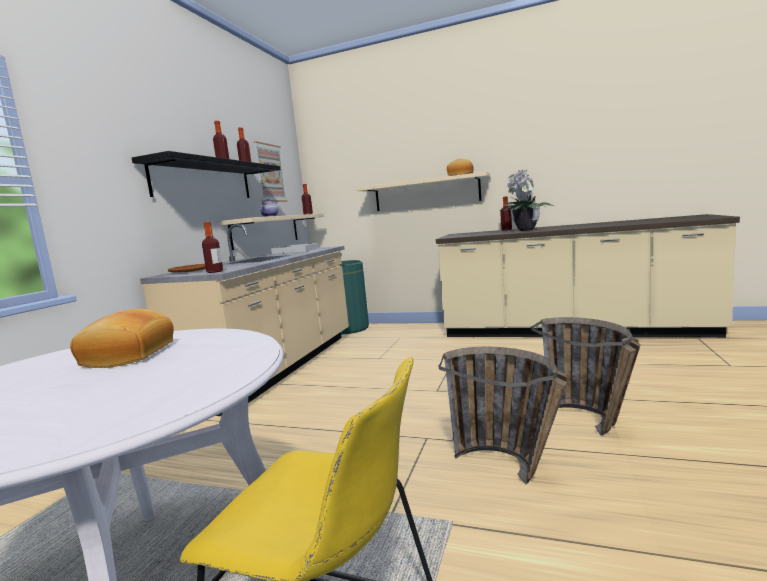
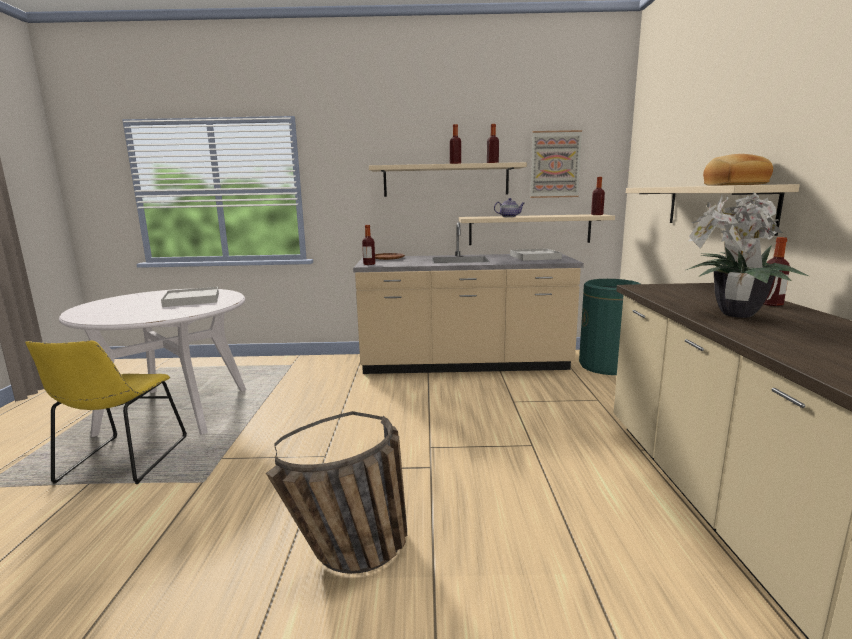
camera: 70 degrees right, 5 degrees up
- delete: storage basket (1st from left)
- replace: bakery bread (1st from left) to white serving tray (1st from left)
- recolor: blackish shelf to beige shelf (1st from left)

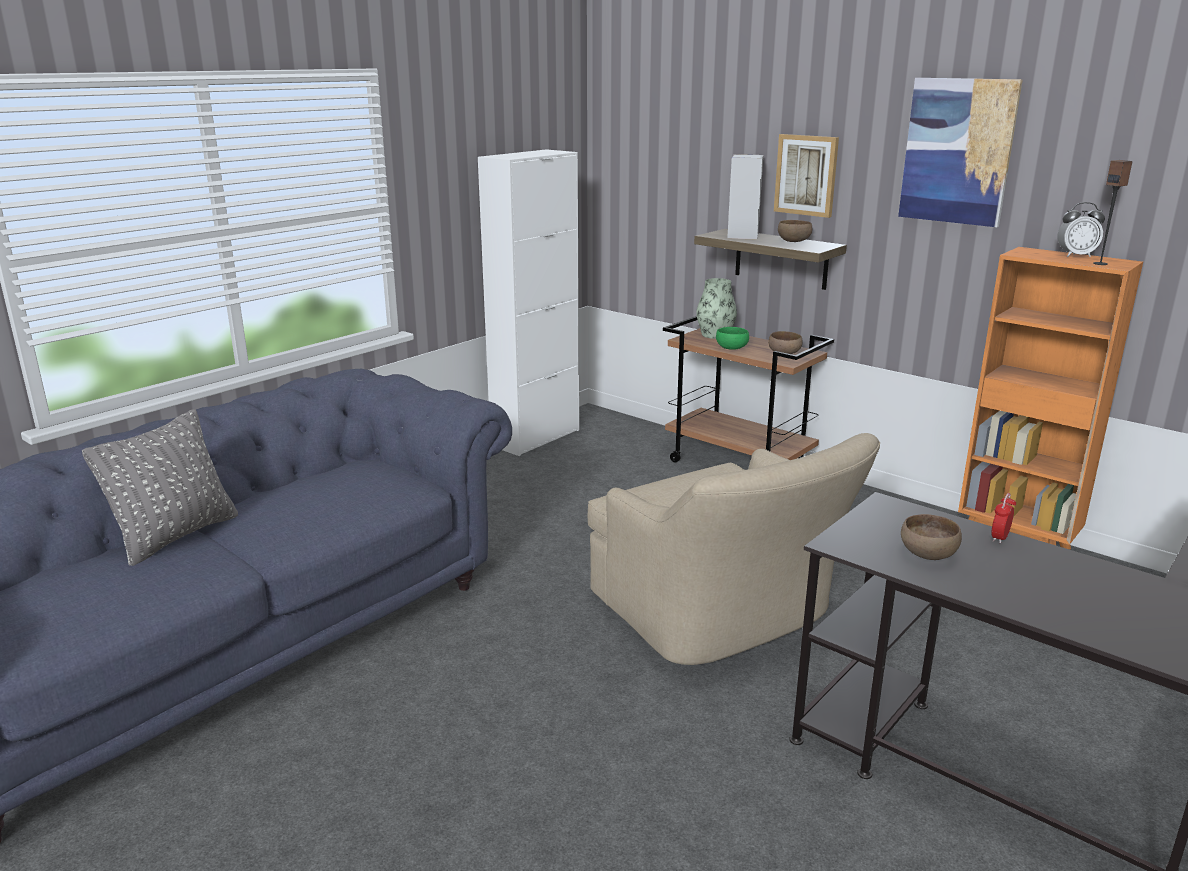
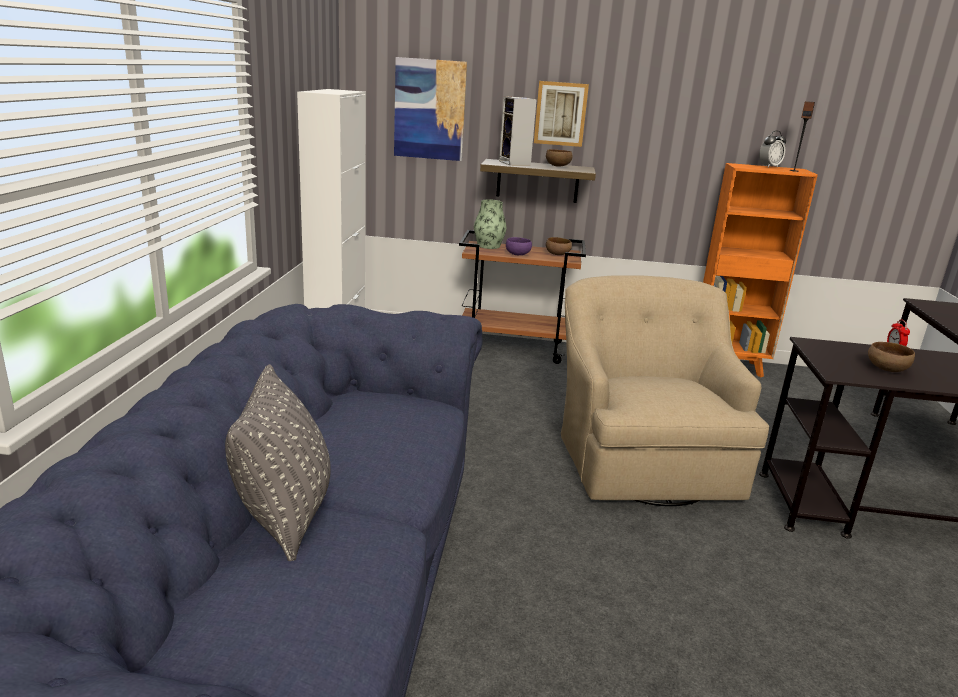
camera: 35 degrees left, 0 degrees up
- move: wall art (2nd from left in the first image) to wall art (1st from left)
- recolor: green-coloured bowl to purple-coloured bowl
- rotate: beige lounge chair 120 degrees counterclockwise

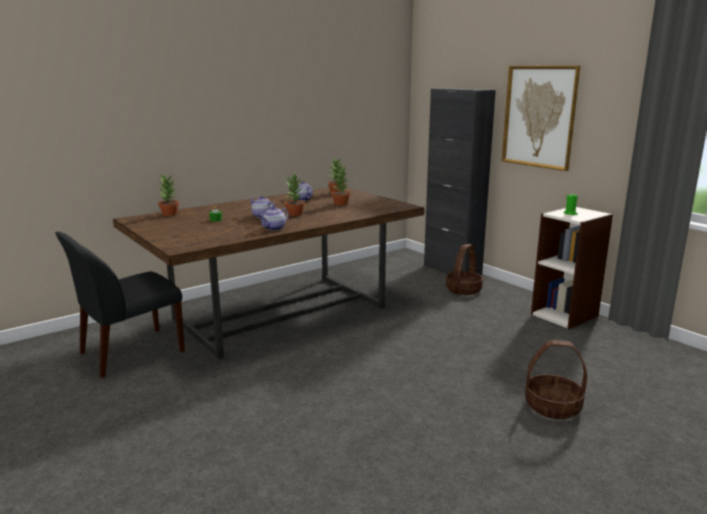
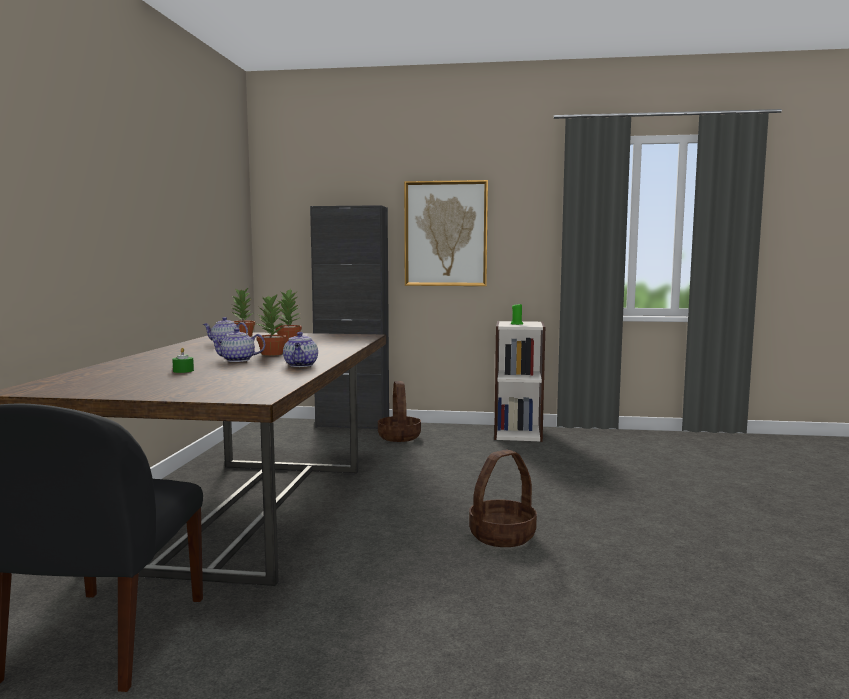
camera: 45 degrees left, 10 degrees down
- delete: houseplant (1st from left)
- move: storage basket (2nd from left)

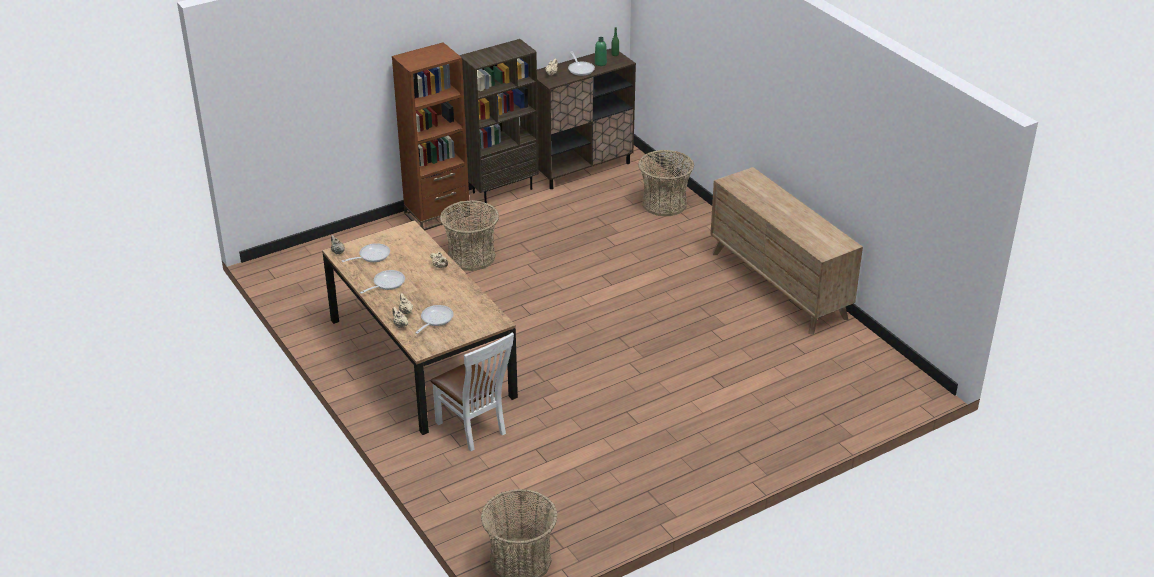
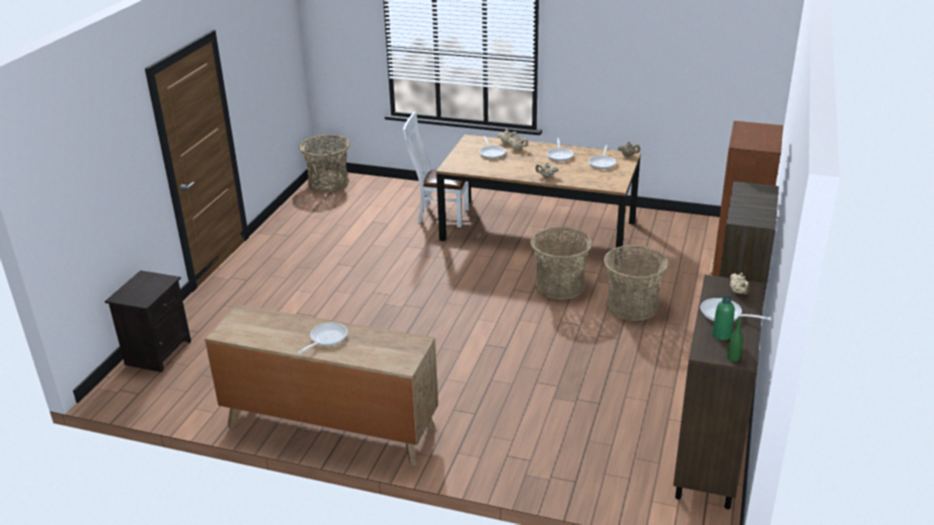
camera: 140 degrees right, 5 degrees down
- insert: blackish bedside table
- insert: pan (1st from left)
- move: storage basket (3rd from left in the first image) to storage basket (2nd from left)

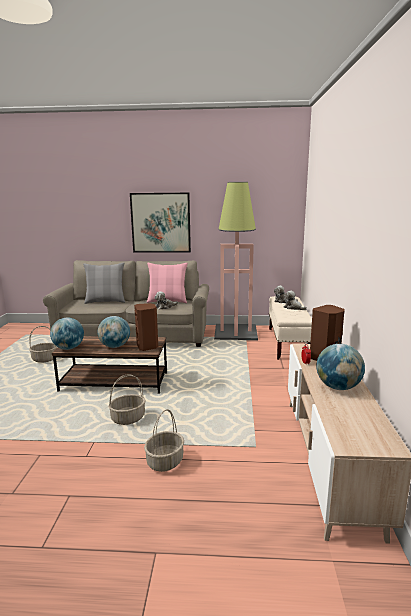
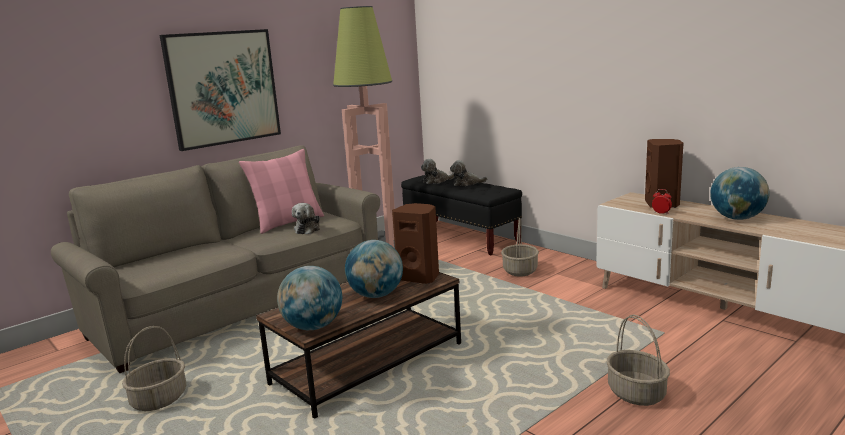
camera: 45 degrees left, 0 degrees up
- delete: greyish throw pillow
- move: storage basket (2nd from left)
- recolor: beige bench to blackish bench

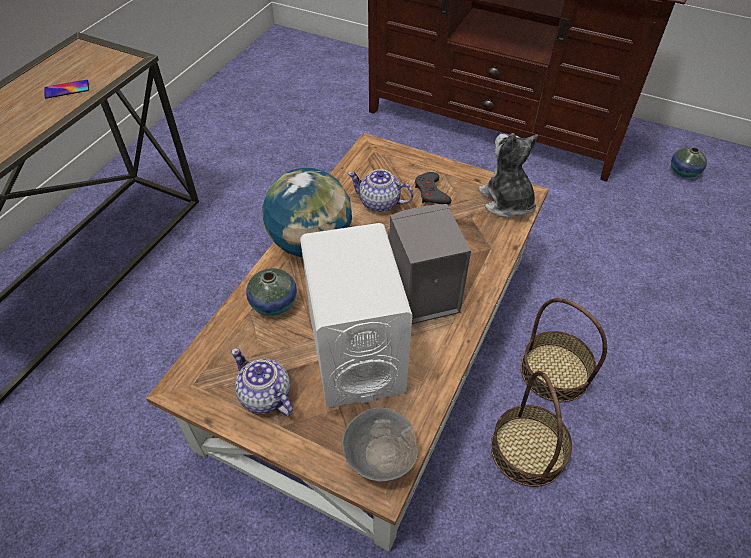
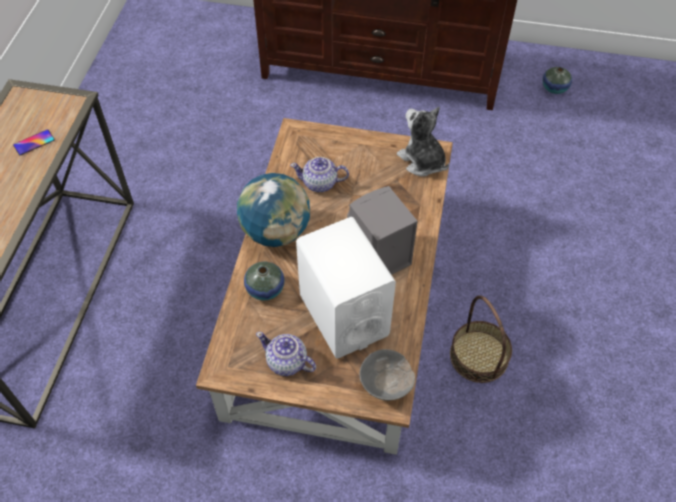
camera: 15 degrees left, 5 degrees up
- delete: greyish game controller
- delete: storage basket (2nd from left)

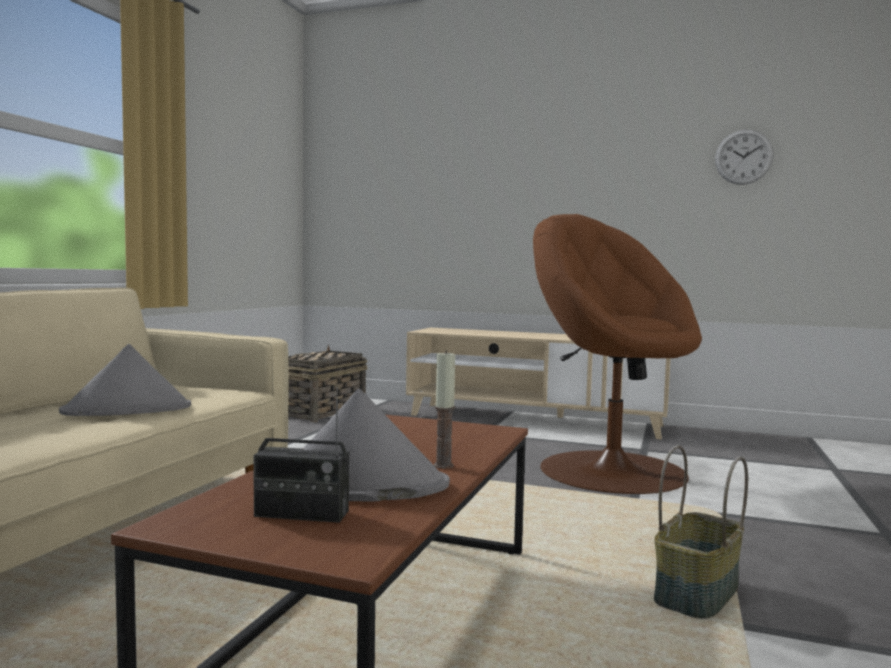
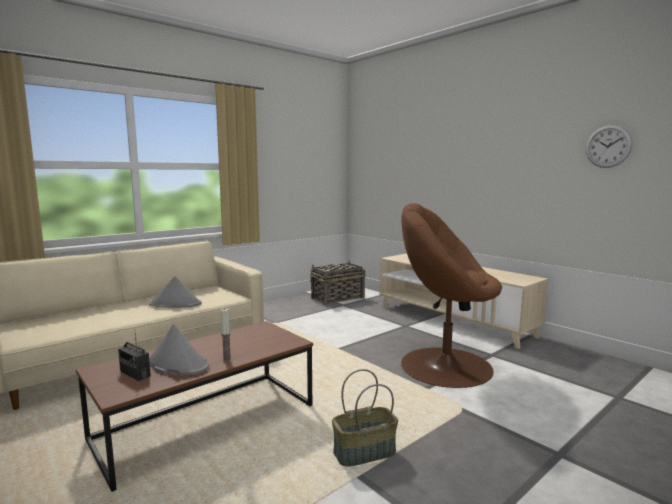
camera: 30 degrees right, 5 degrees up
- rotate: brown-coloured lounge chair 60 degrees counterclockwise

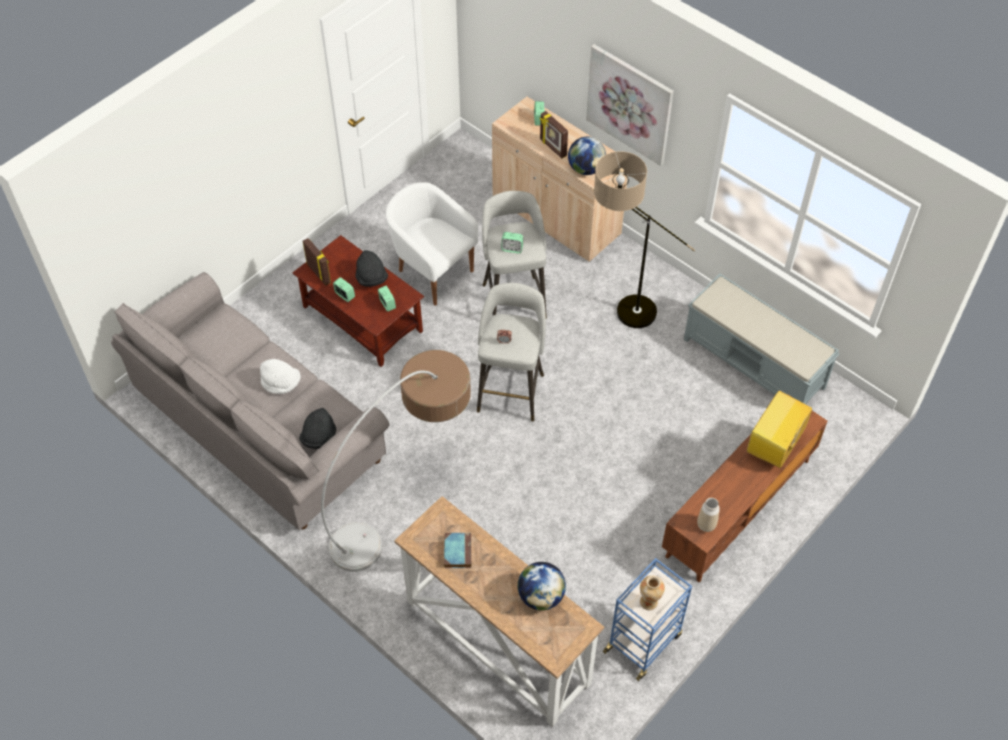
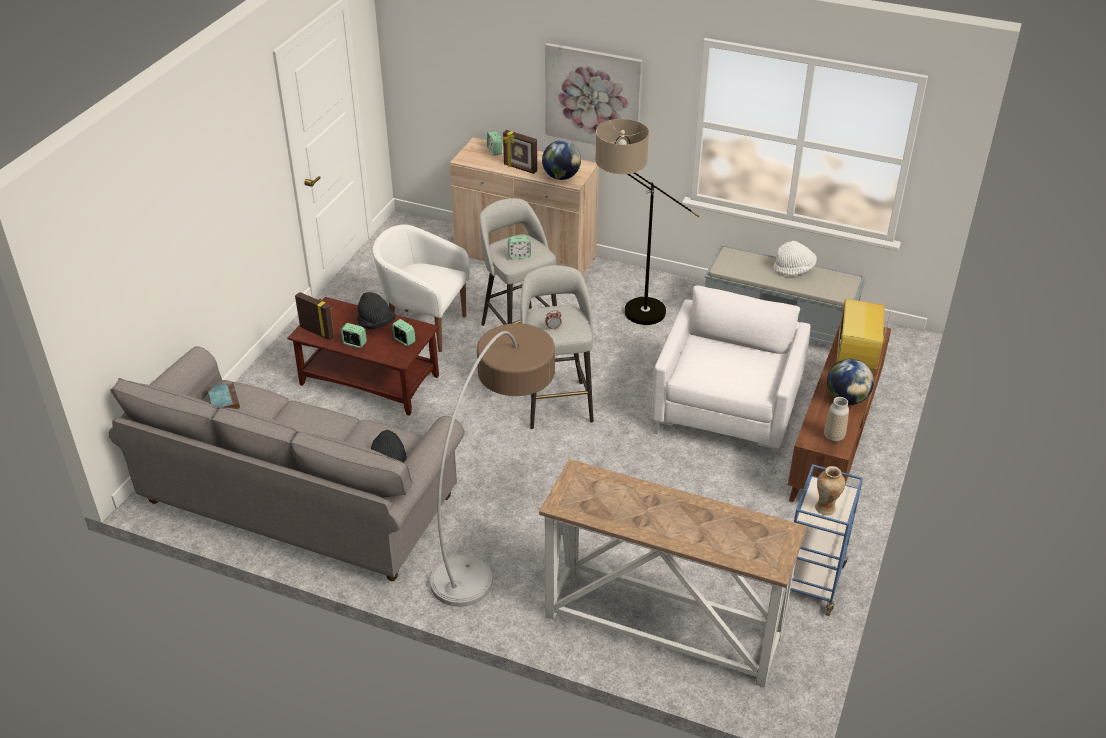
camera: 20 degrees left, 15 degrees down
- insert: white lounge chair (2nd from left)
- move: white hat
- move: bound book
- move: world globe (1st from left in the first image) to world globe (2nd from left)

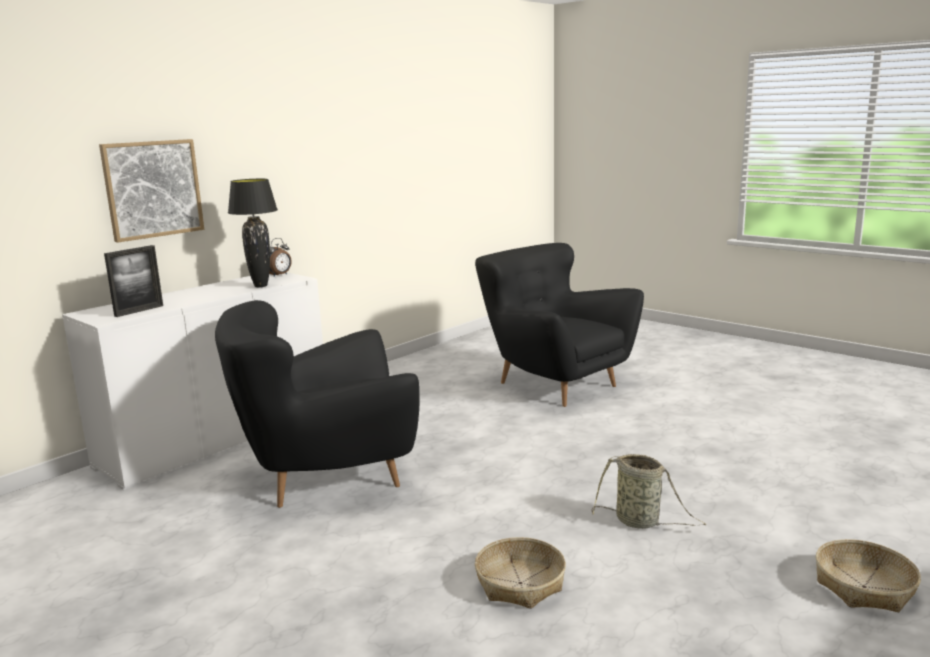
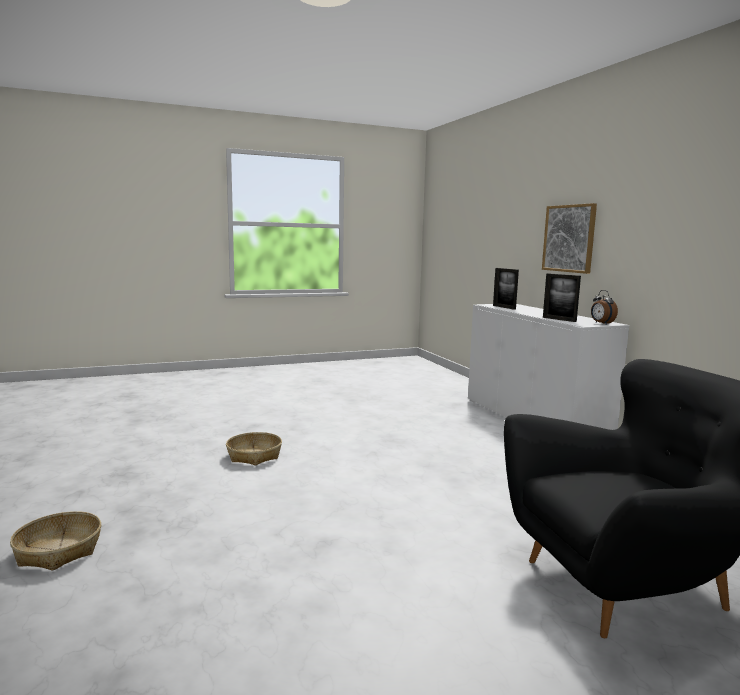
camera: 115 degrees right, 5 degrees down
- delete: blackish lounge chair (1st from left)
- delete: storage basket (2nd from left)
- replace: blackish table lamp to picture frame (2nd from left)

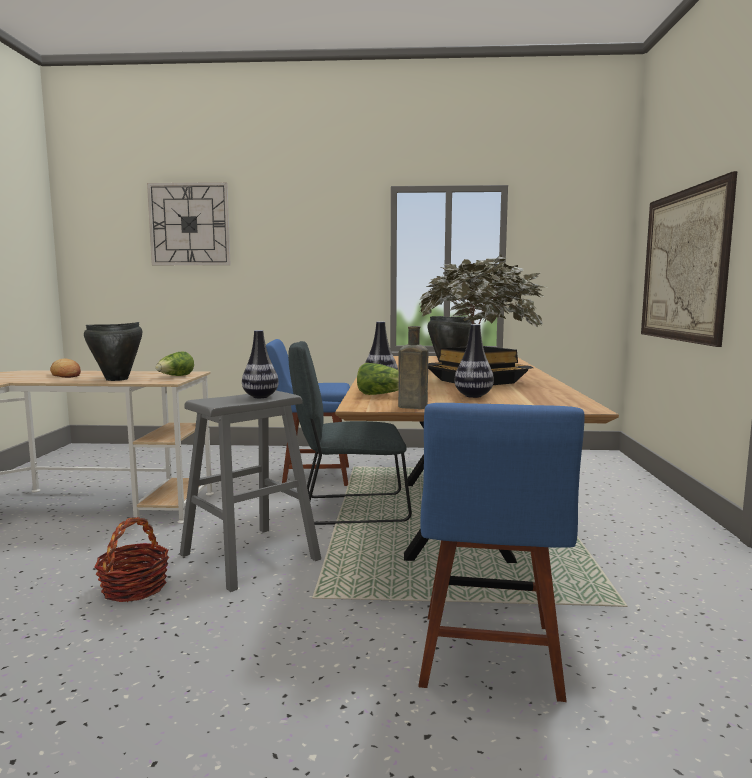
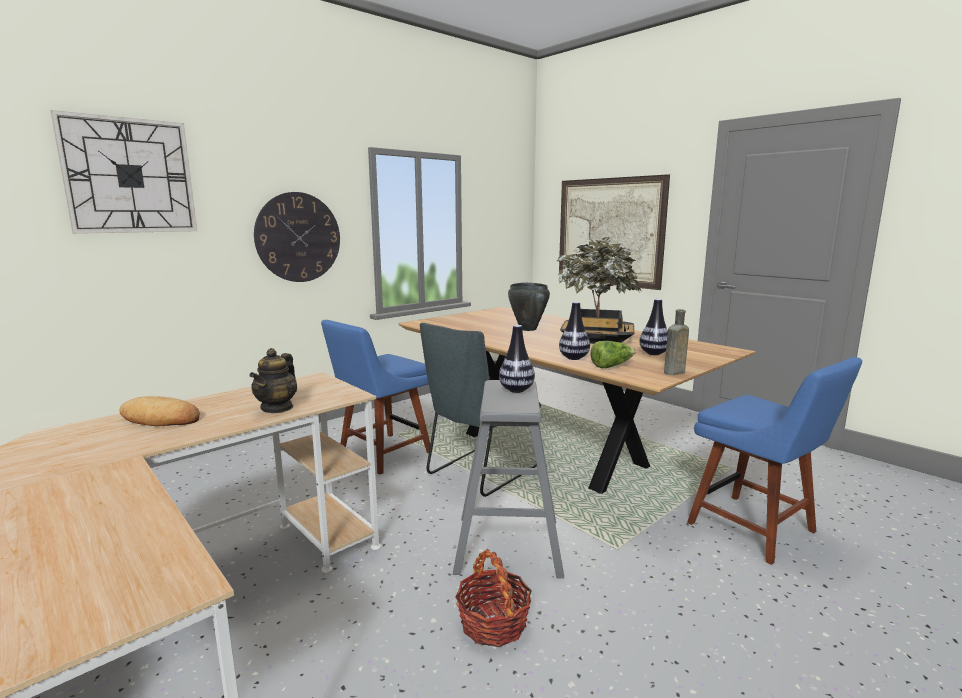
camera: 45 degrees left, 5 degrees up
- delete: lettuce head (1st from left)
- insert: wall clock (2nd from left)
- replace: blackish saucepot (1st from left) to pot for tea

